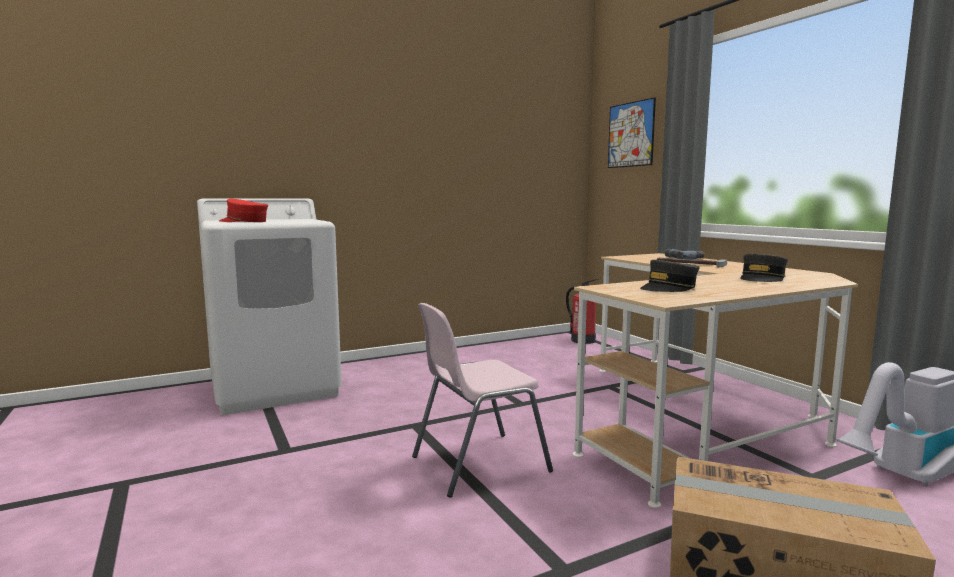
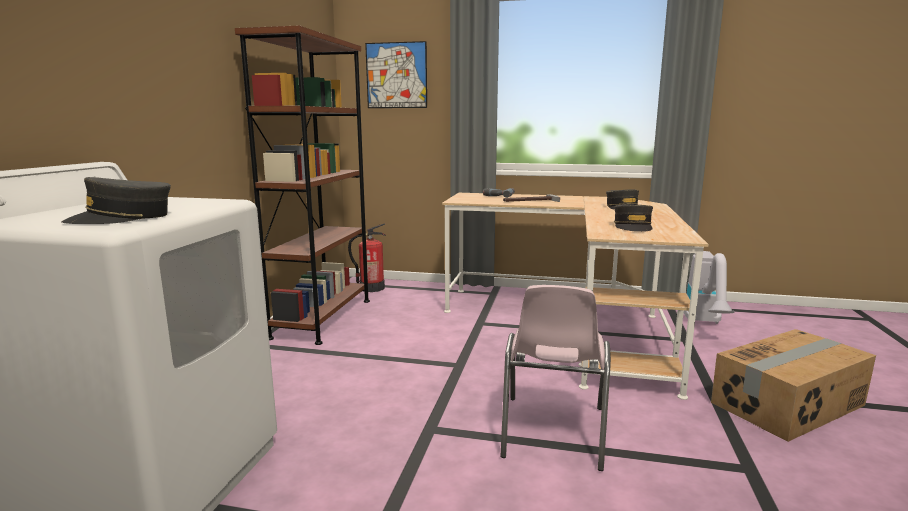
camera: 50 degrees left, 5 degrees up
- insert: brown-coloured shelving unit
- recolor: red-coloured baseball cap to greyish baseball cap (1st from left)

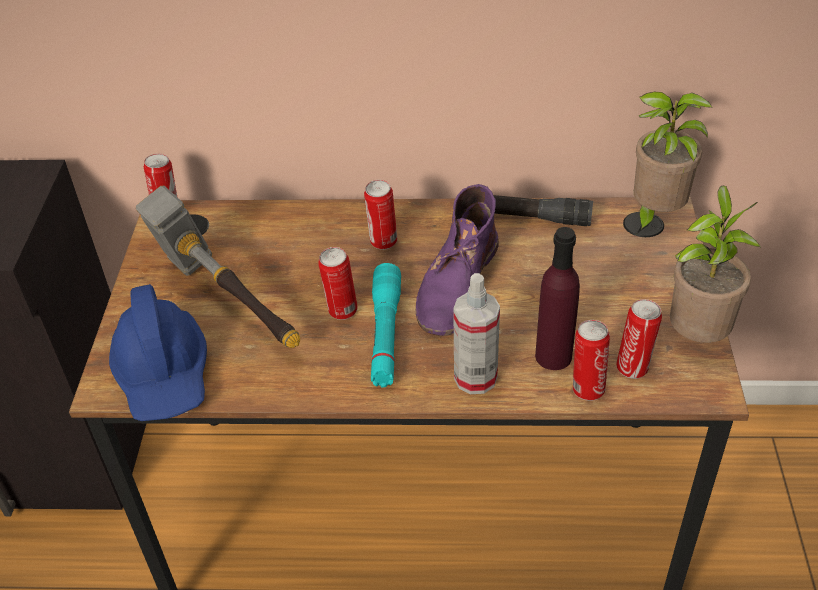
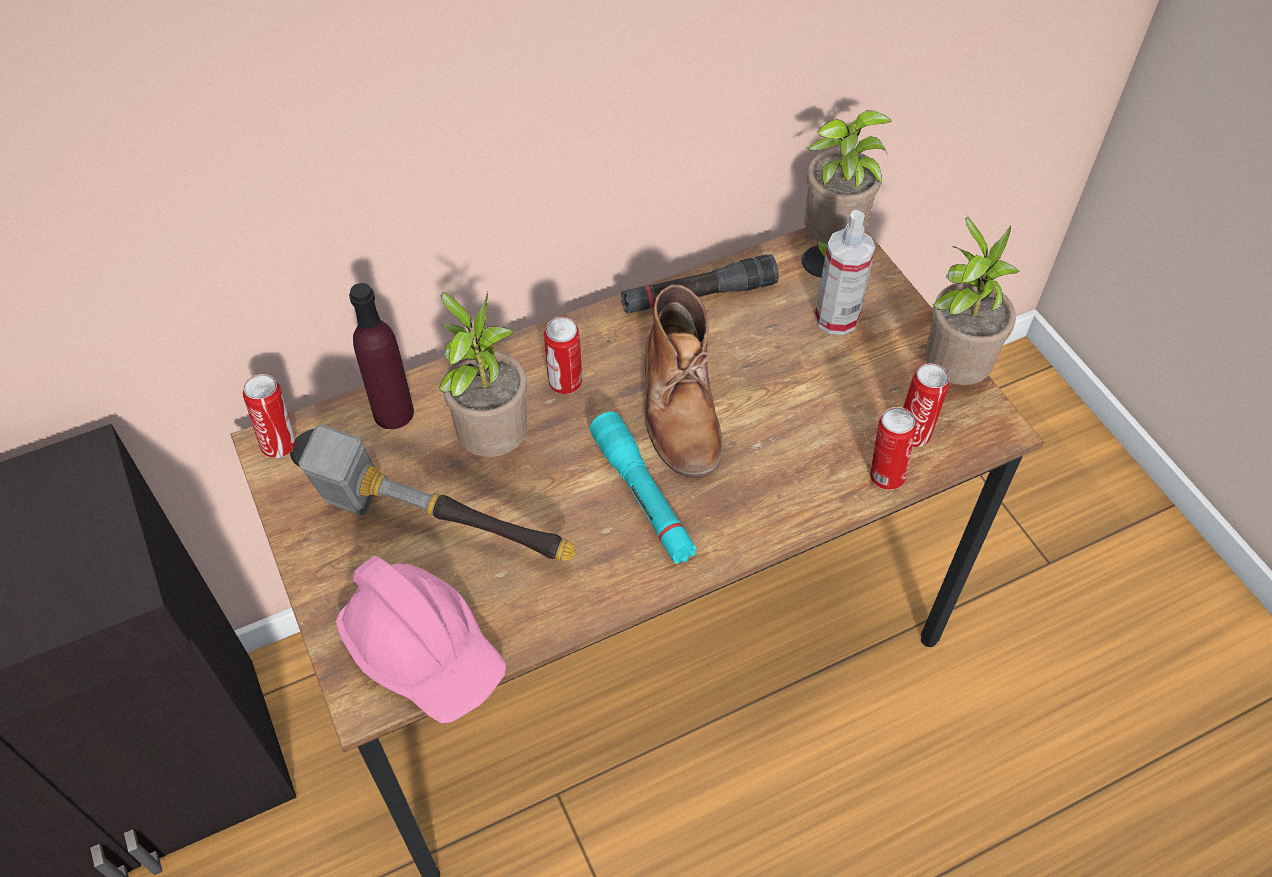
camera: 30 degrees left, 10 degrees up
- delete: can (2nd from left)
- insert: houseplant (1st from left)
- move: hand sprayer
- move: purple-coloured beverage bottle
- recolor: bluish hard hat to pinkish hard hat
- recolor: purple-coloured boot to brown-coloured boot

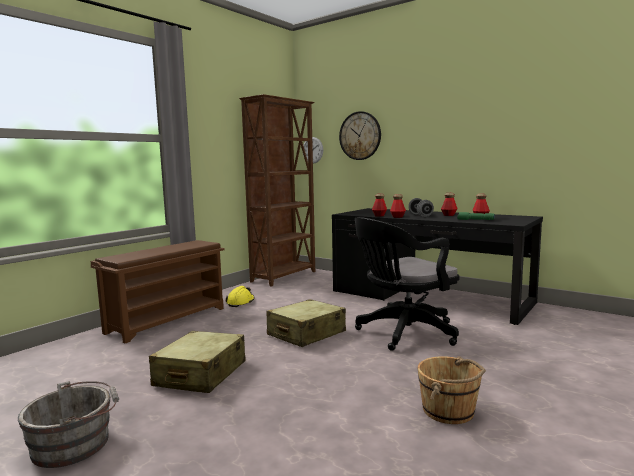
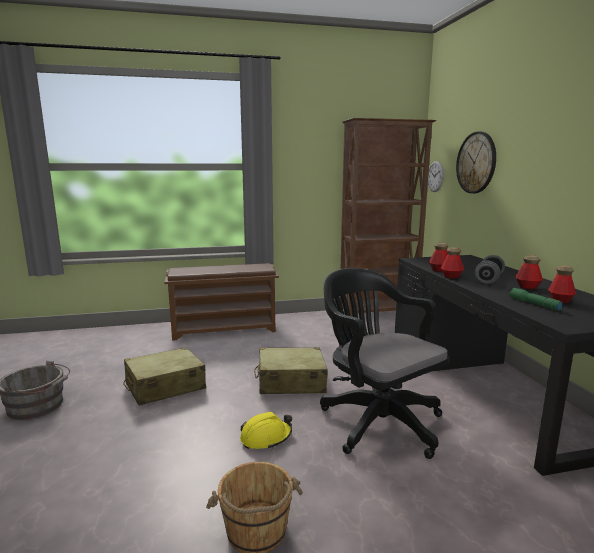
camera: 40 degrees right, 5 degrees up
- move: yellowish hard hat
- rotate: blackish computer chair 45 degrees clockwise

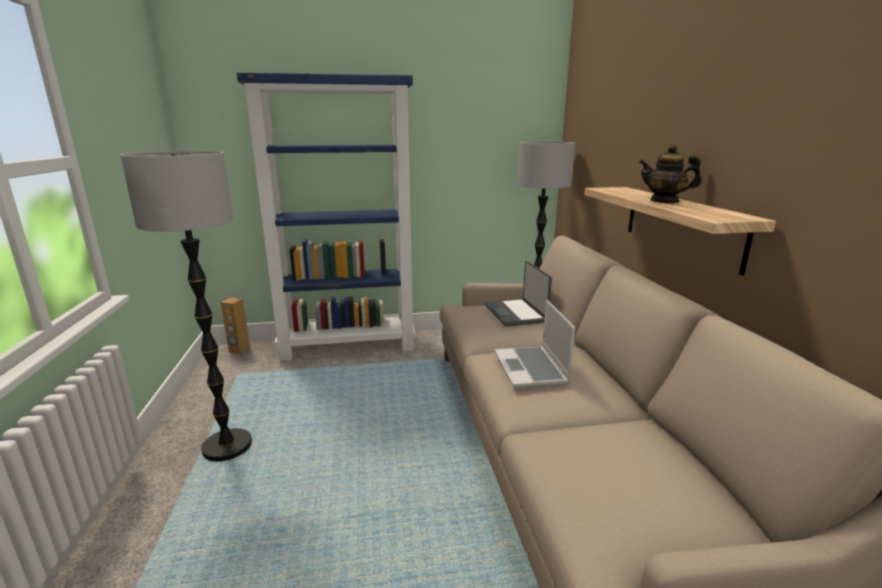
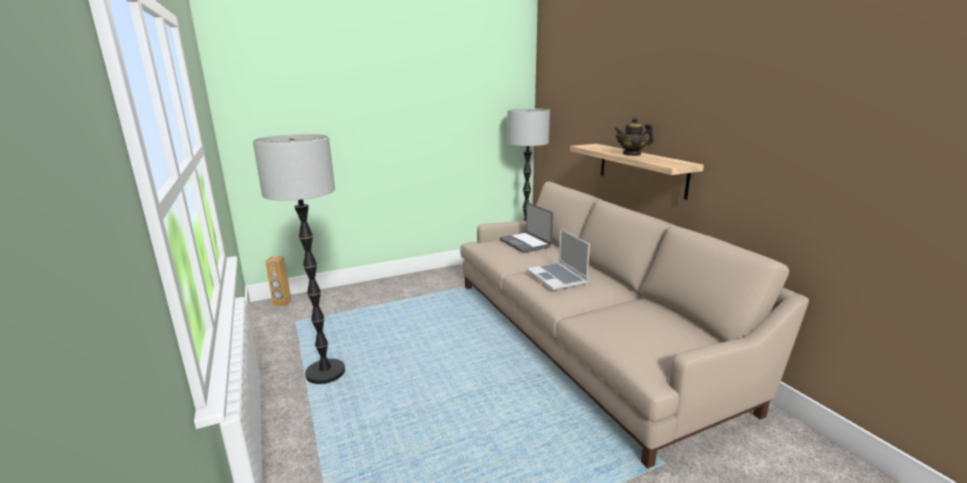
camera: 15 degrees left, 0 degrees up
- delete: bluish shelving unit

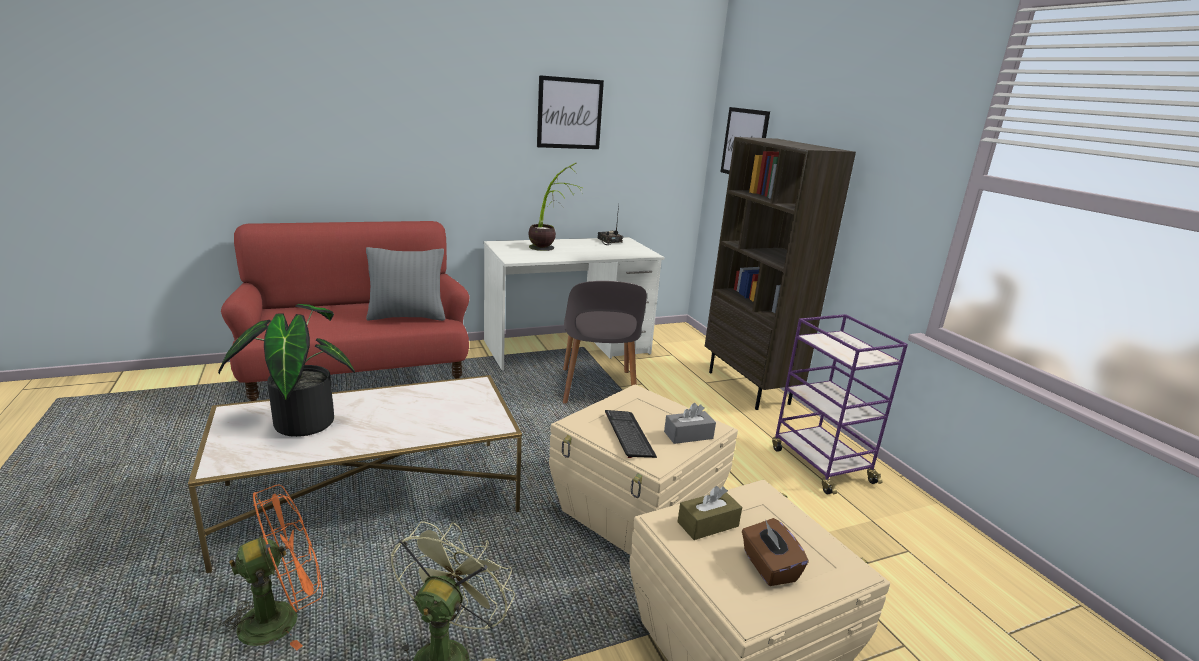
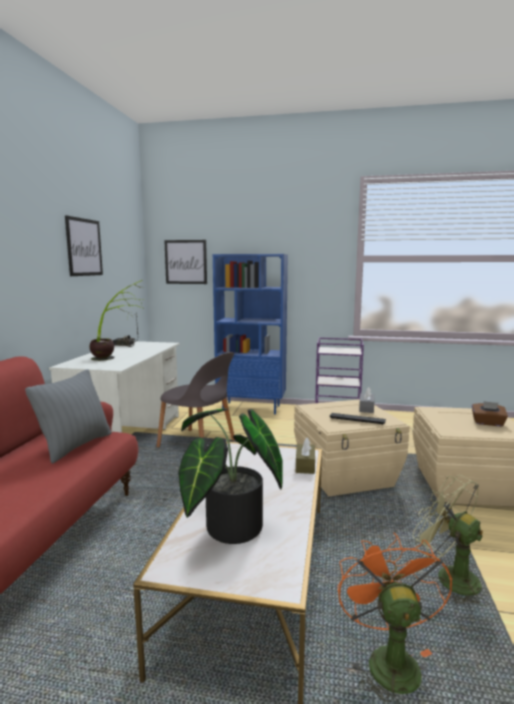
camera: 55 degrees left, 10 degrees down
- move: brown-coloured tissue box (1st from left)
- recolor: brown-coloured shelving unit to bluish shelving unit

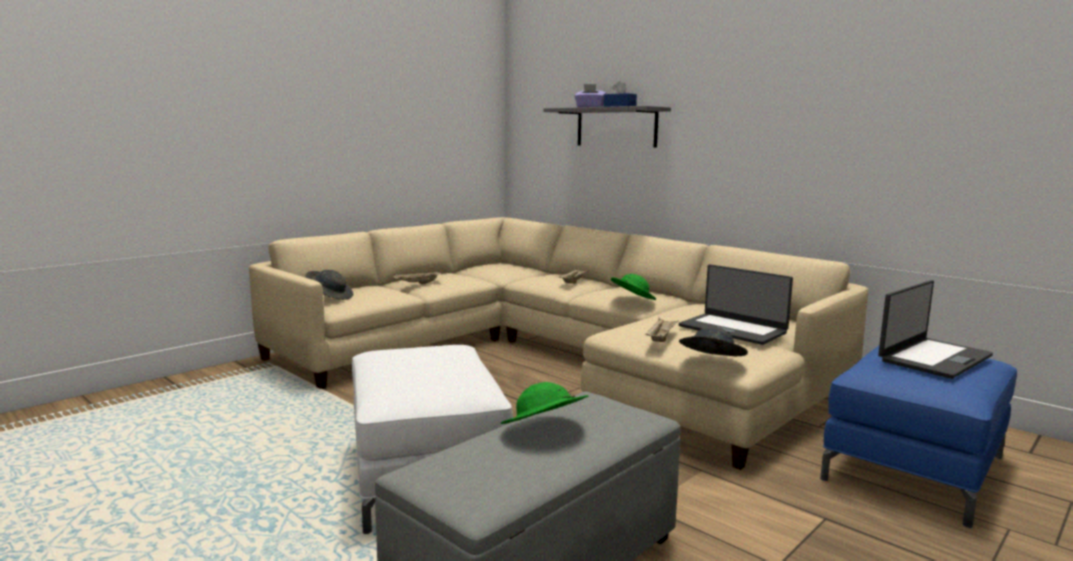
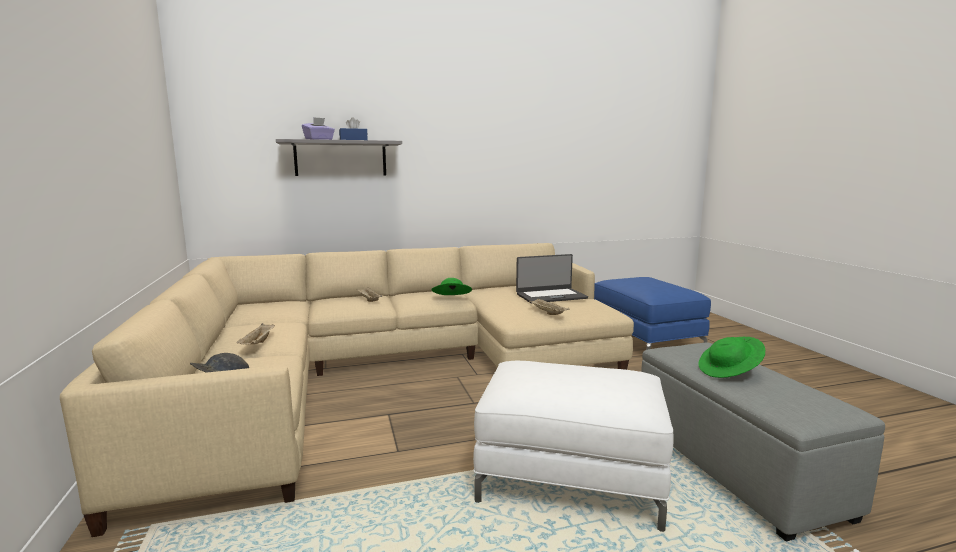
camera: 60 degrees left, 0 degrees up
- delete: greyish hat (2nd from left)
- delete: portable computer (2nd from left)

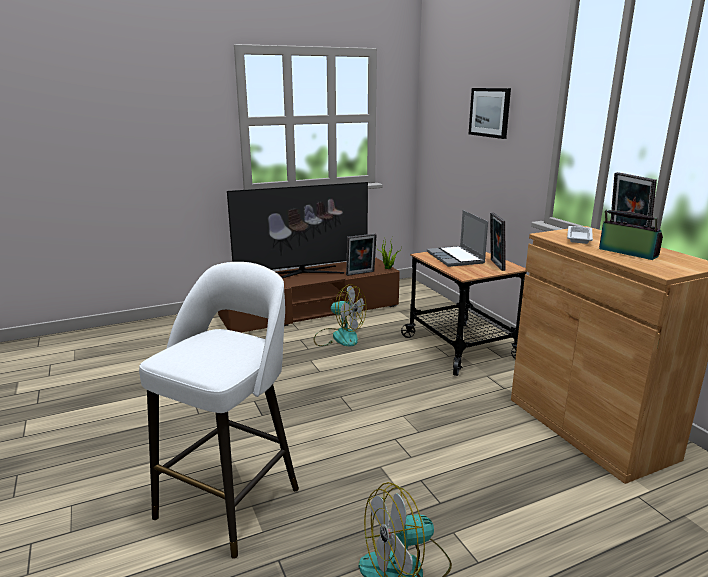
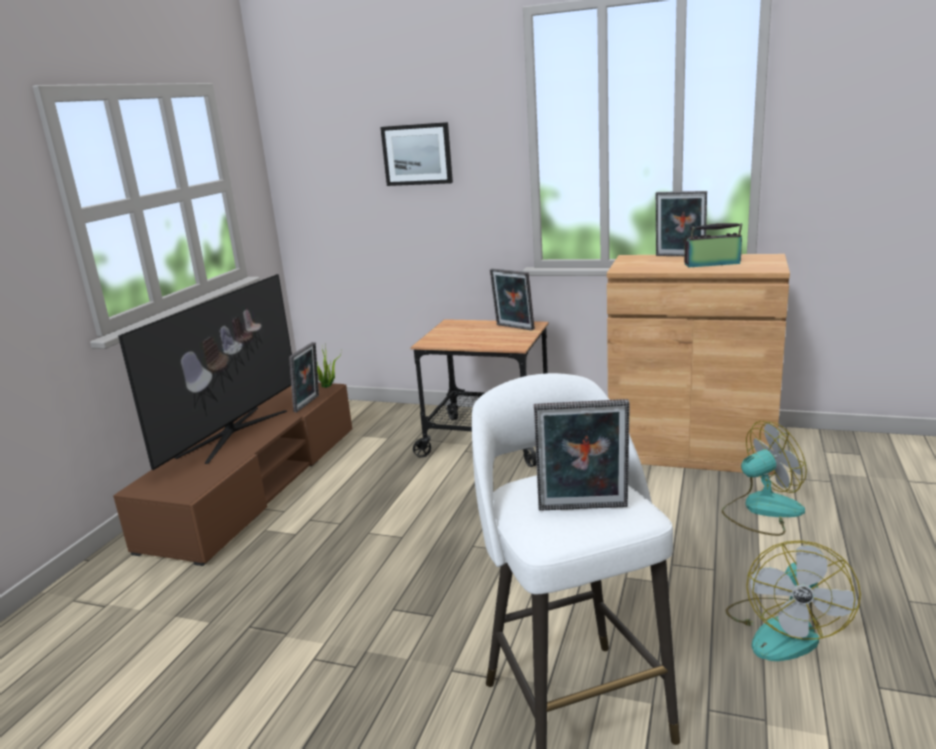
camera: 45 degrees left, 0 degrees up
- delete: portable computer
- delete: white serving tray
- insert: picture frame (3rd from left)
- move: fan (1st from left)

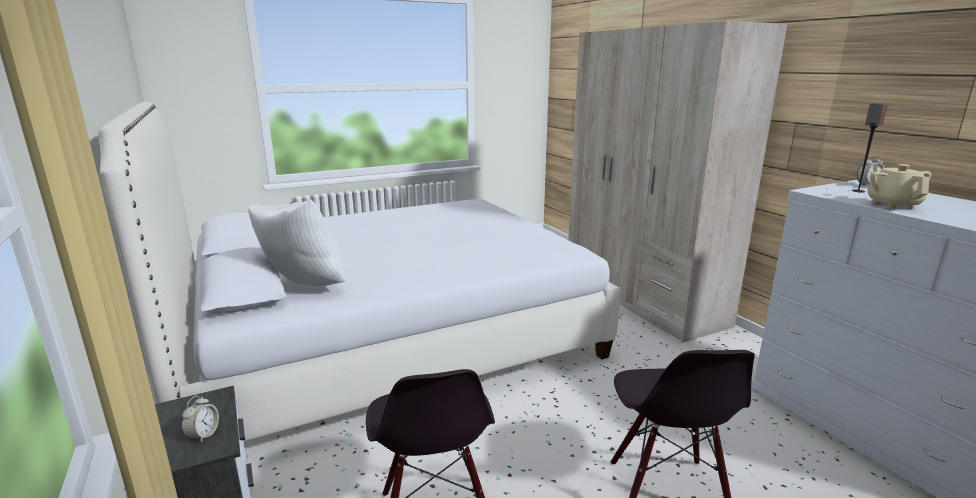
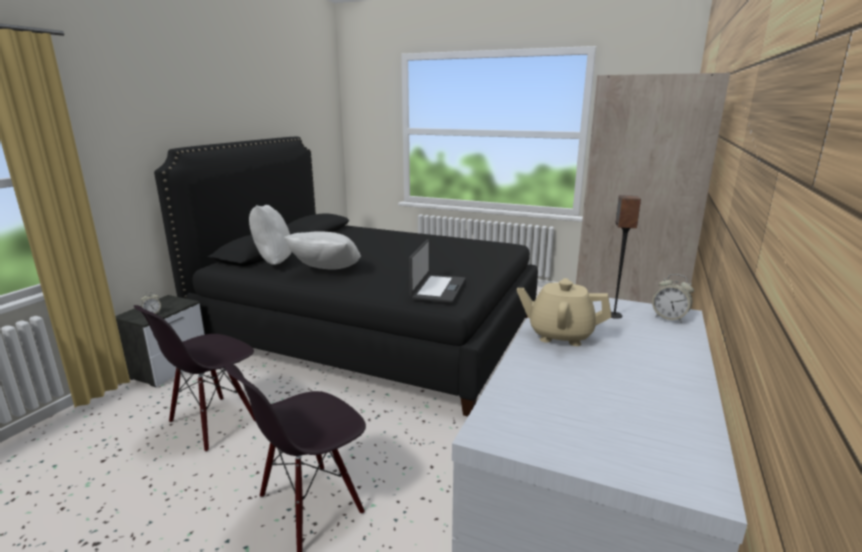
camera: 50 degrees right, 0 degrees up
- insert: white throw pillow (2nd from left)
- insert: portable computer
- recolor: white sleeping bed to blackish sleeping bed
- rotate: beige pot for tea 120 degrees counterclockwise

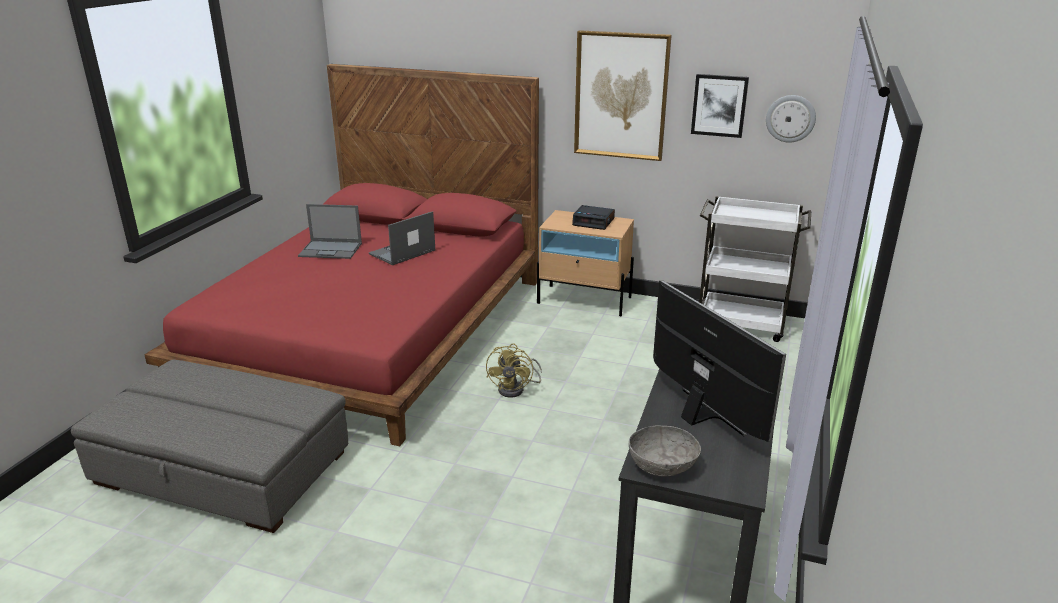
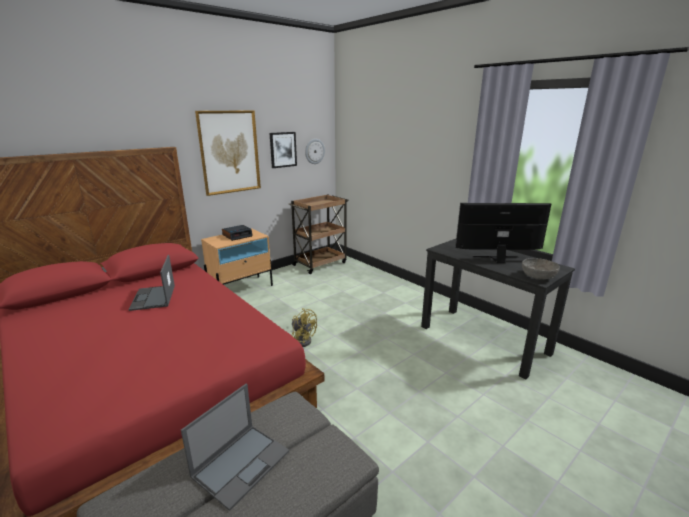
camera: 60 degrees left, 5 degrees down
- move: portable computer (1st from left in the first image) to portable computer (2nd from left)
- recolor: white trolley to brown-coloured trolley

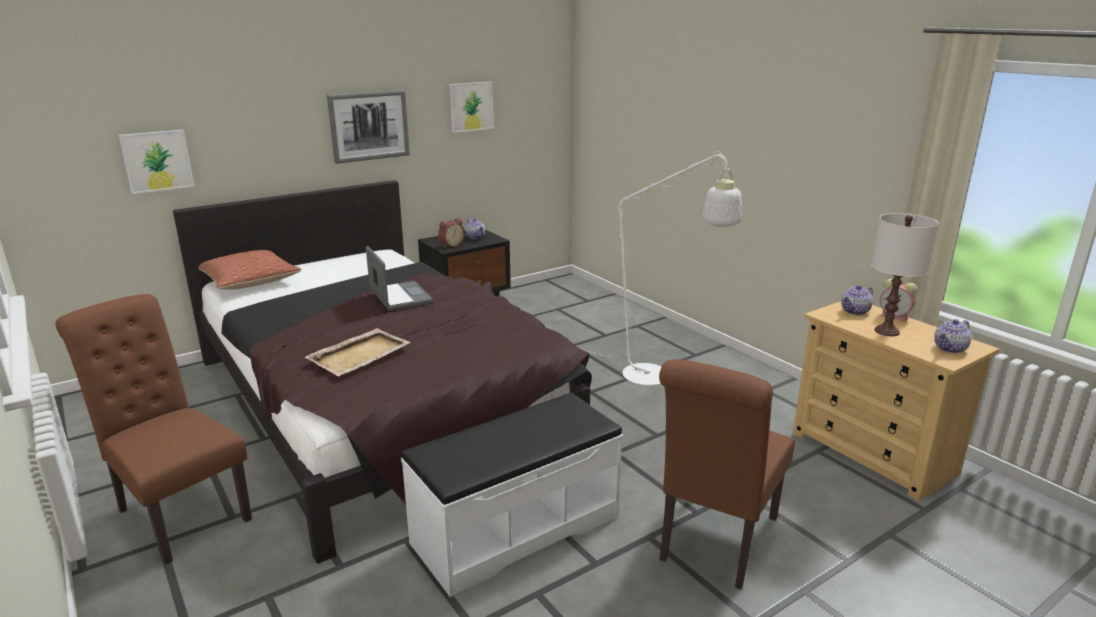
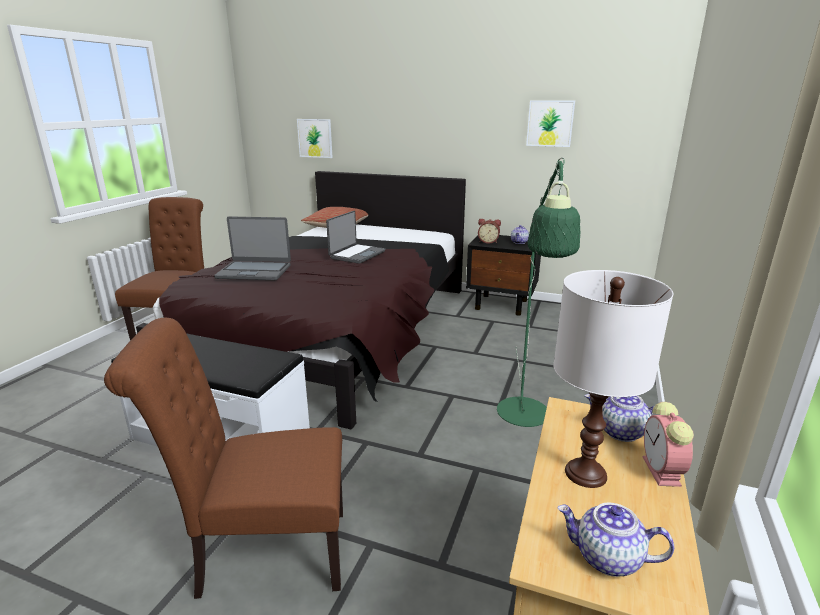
camera: 55 degrees right, 0 degrees up
- delete: wall art (2nd from left)
- replace: beige serving tray to portable computer (1st from left)
- recolor: white floor lamp to green-coloured floor lamp

